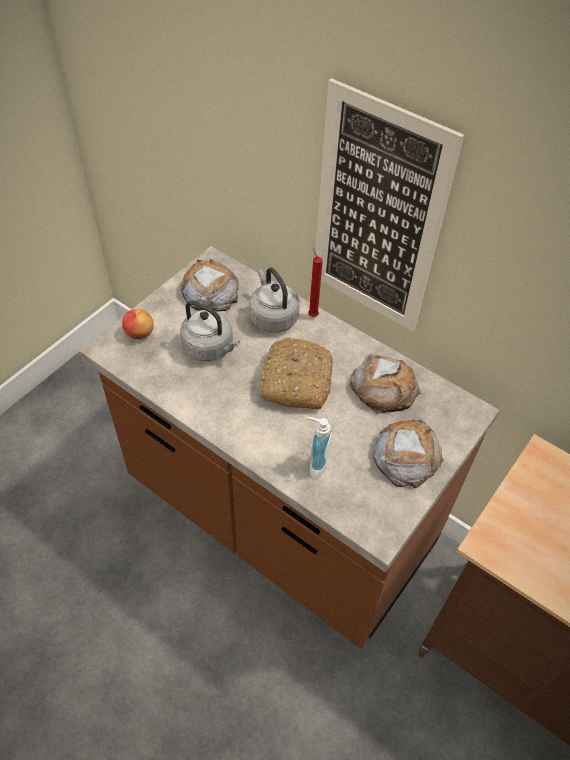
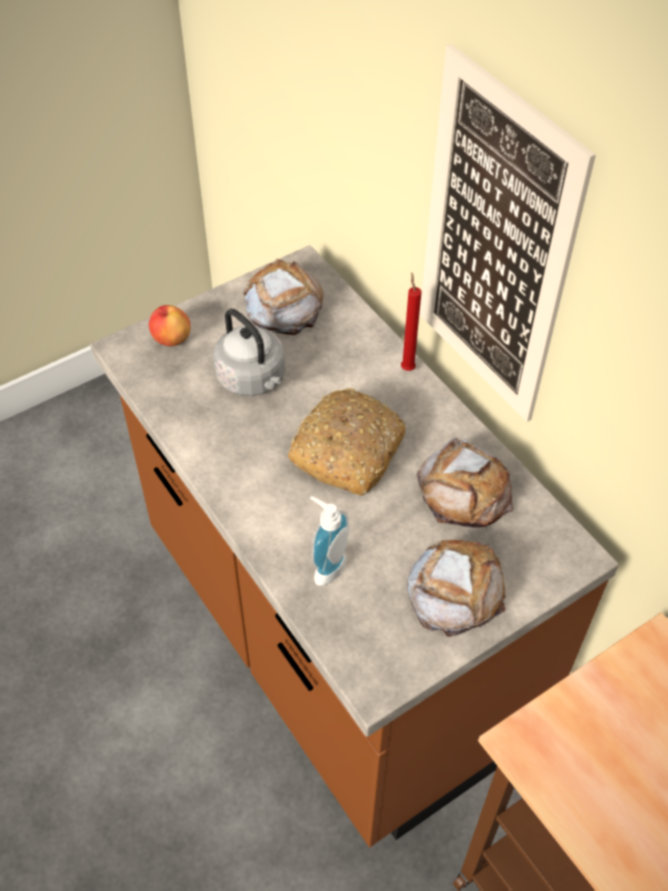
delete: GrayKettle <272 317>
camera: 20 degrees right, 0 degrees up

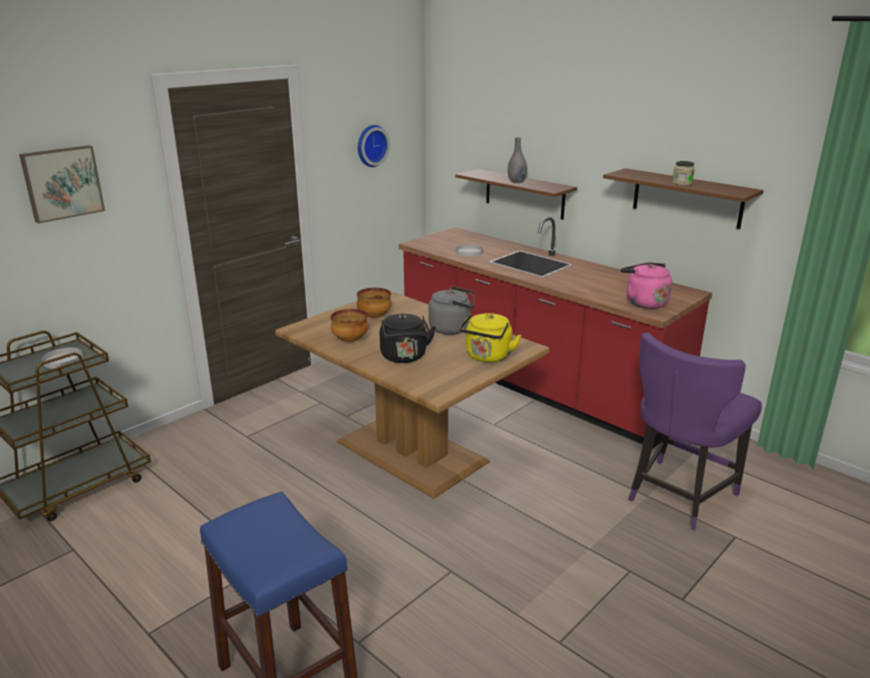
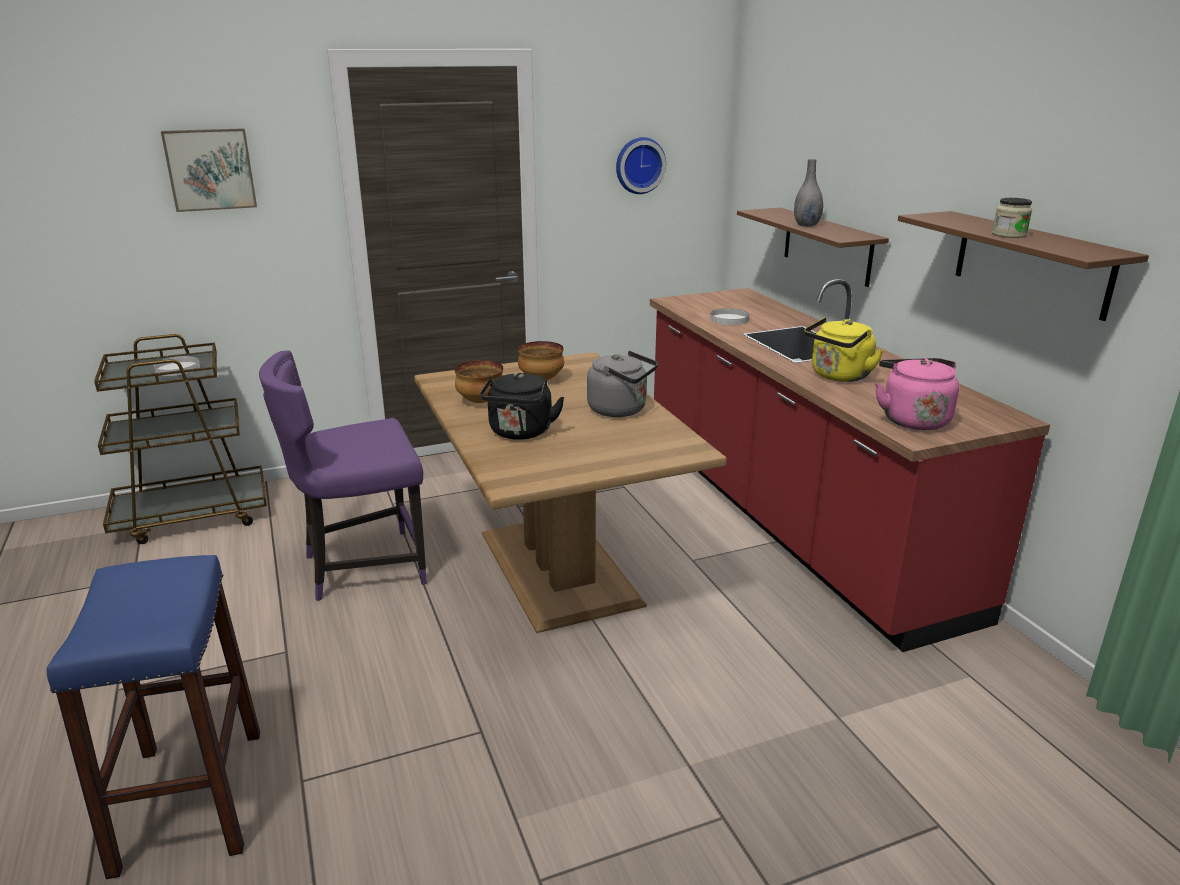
move: YellowishKettle <487 357> to <838 376>; PurplishChair <678 496> to <362 567>
camera: 25 degrees right, 0 degrees up

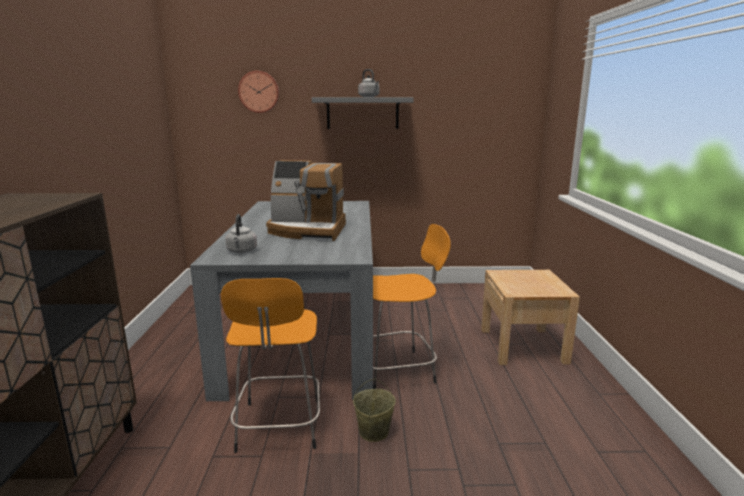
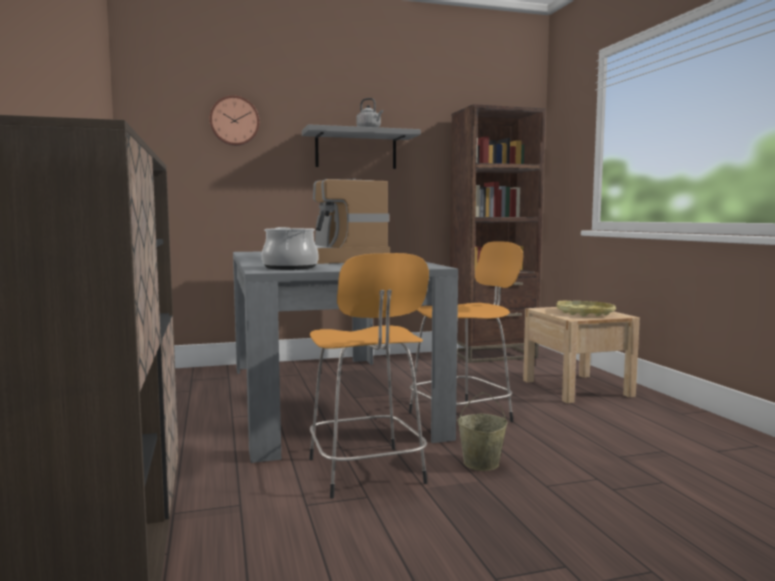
insert: BrownBookcase <492 354>; YellowishCarryingTray <585 313>
replace: GrayKettle <242 251> to Stockpot <290 267>
rotate: CoffeeBrewer <308 230> = <339 259> 75 degrees clockwise
camera: 15 degrees left, 10 degrees down

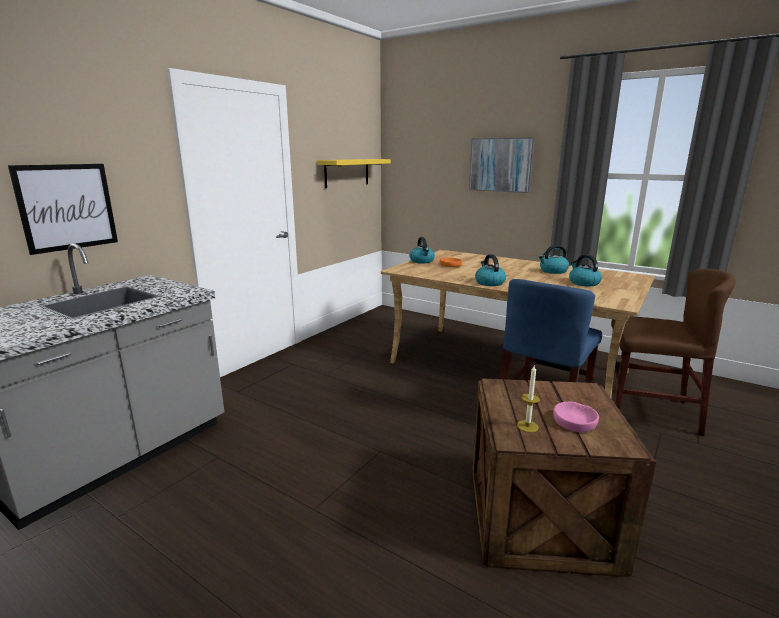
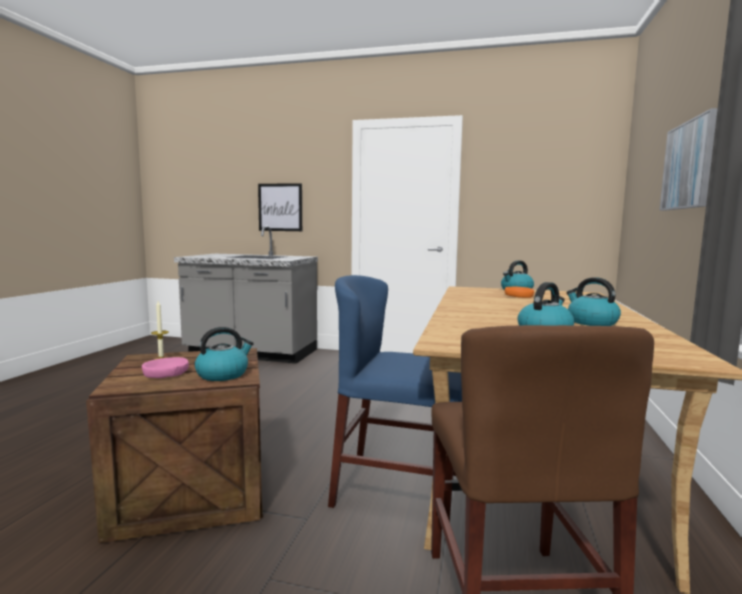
delete: YellowishBracketShelf <347 172>
move: Kettle <489 283> to <223 374>
camera: 70 degrees right, 10 degrees down

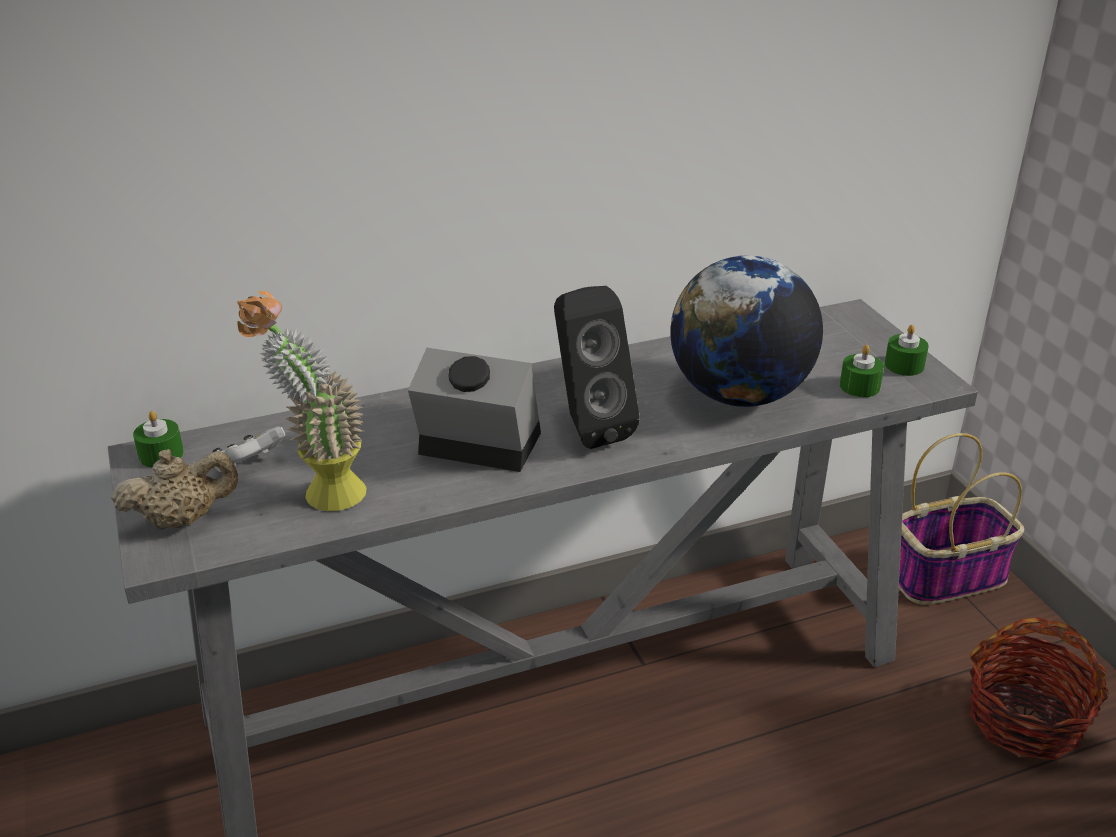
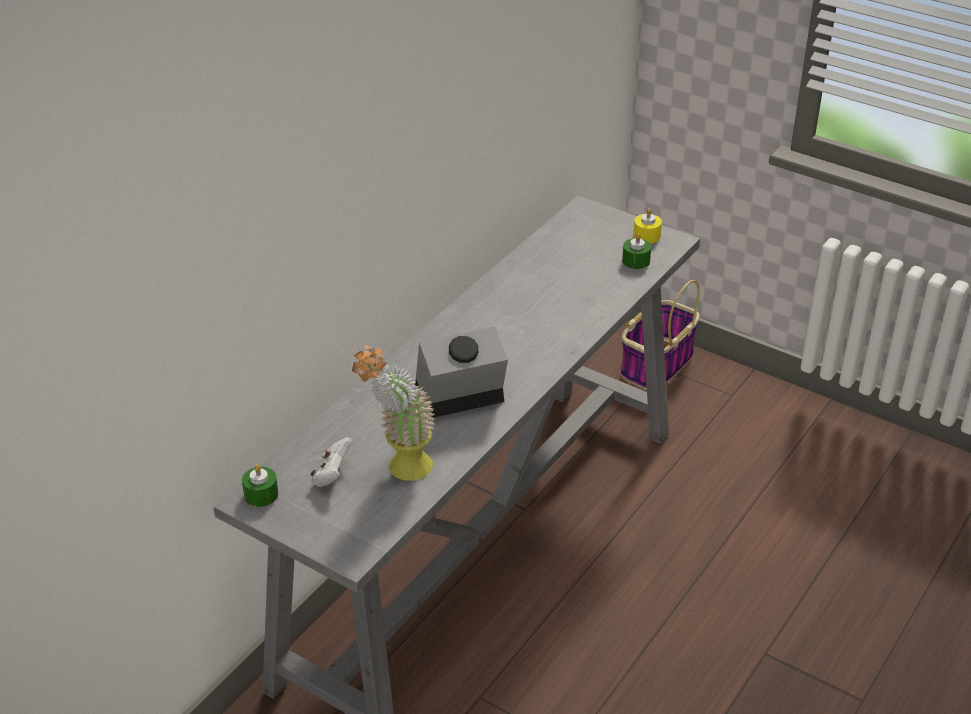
delete: DeskGlobe <739 395>; BlackishAudioSpeaker <587 427>; SandColouredTeapot <183 520>; StorageBasket <1024 720>
recolor: GreenishWaxLight <904 365> to YellowishWaxLight <646 236>
camera: 35 degrees left, 5 degrees up

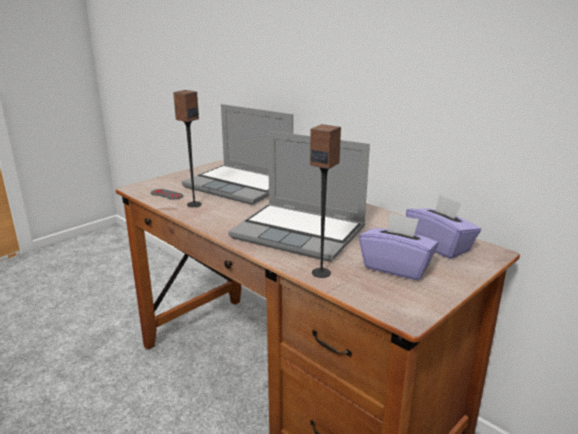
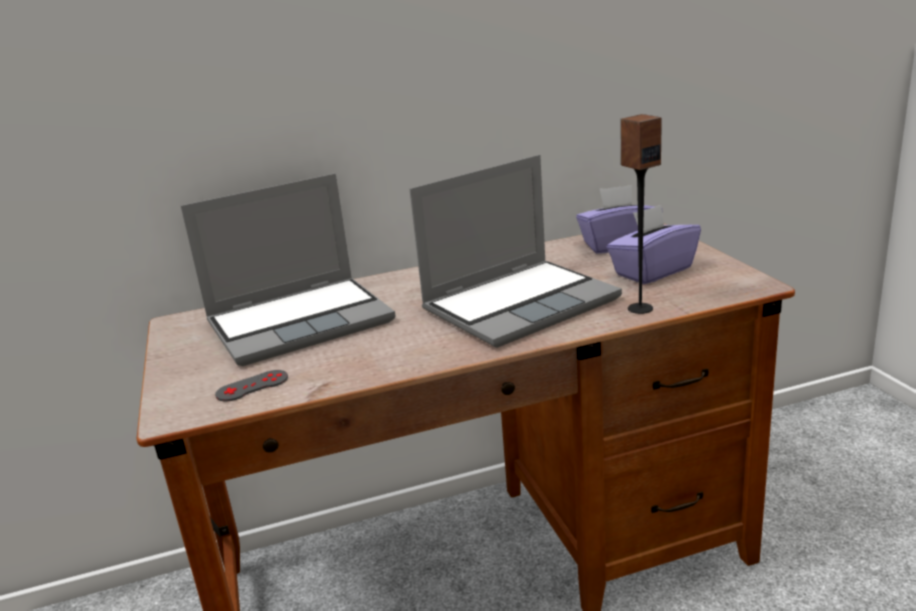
delete: AudioSpeaker <194 204>
camera: 60 degrees left, 0 degrees up

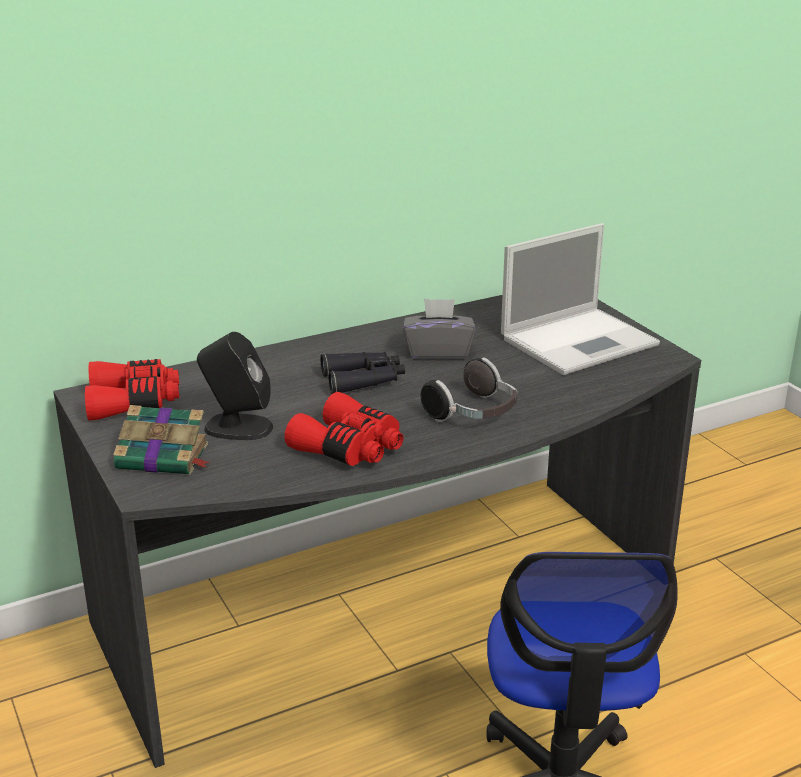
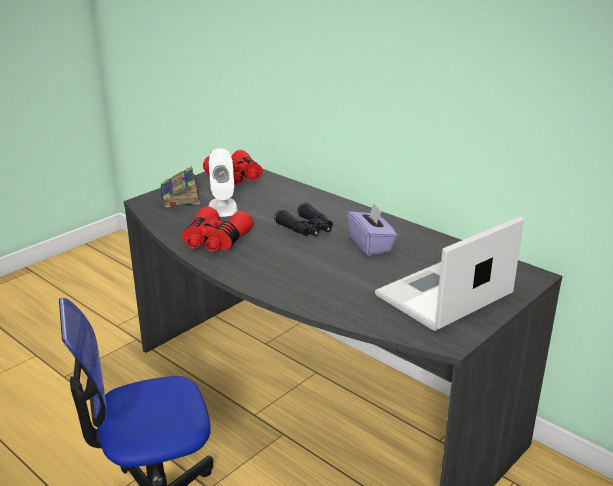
delete: Headphones <474 414>
recolor: GrayBoxOfTissues <438 351> to PurplishBoxOfTissues <370 245>; BlackishAudioSpeaker <237 427> to WhiteAudioSpeaker <222 207>
rotate: PortableComputer <581 341> = <442 296> 105 degrees clockwise
camera: 70 degrees right, 0 degrees up

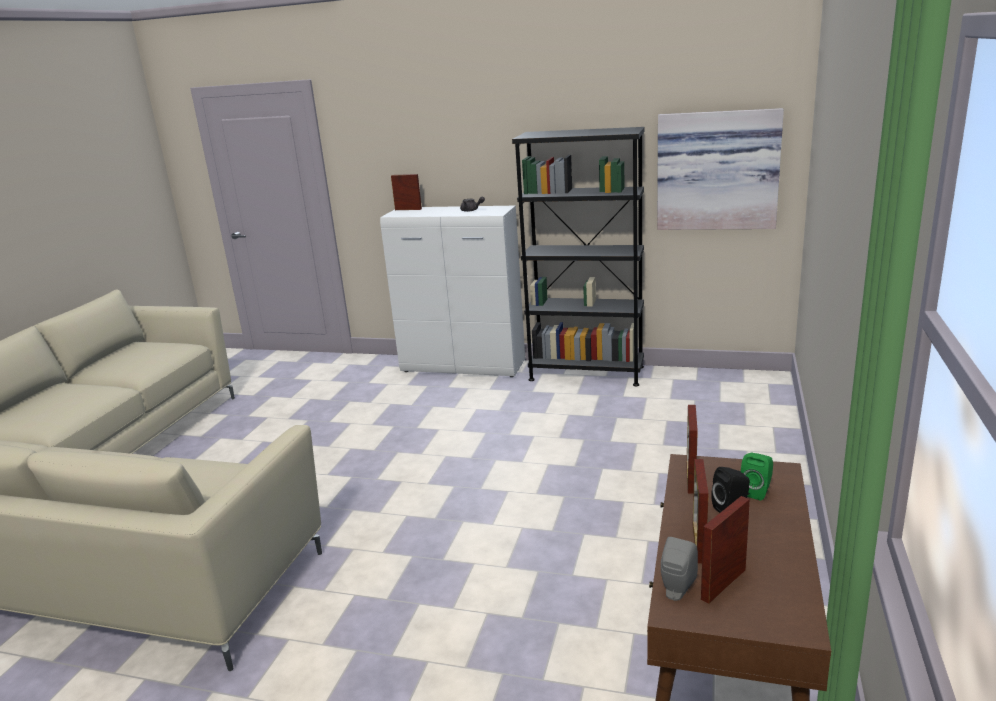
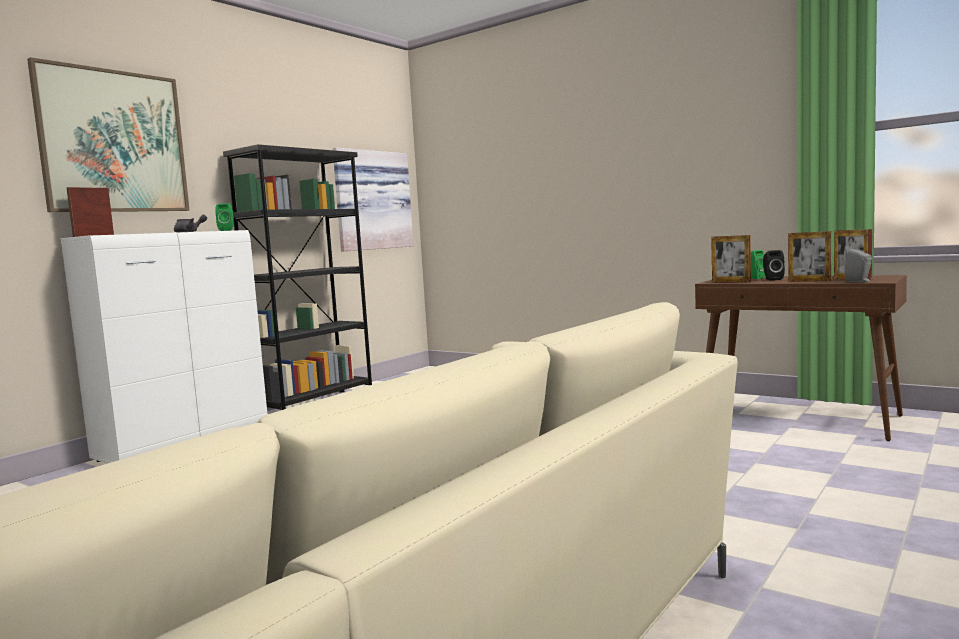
insert: WallArt <113 141>; GreenishAudioSpeaker <227 230>
camera: 70 degrees left, 15 degrees down

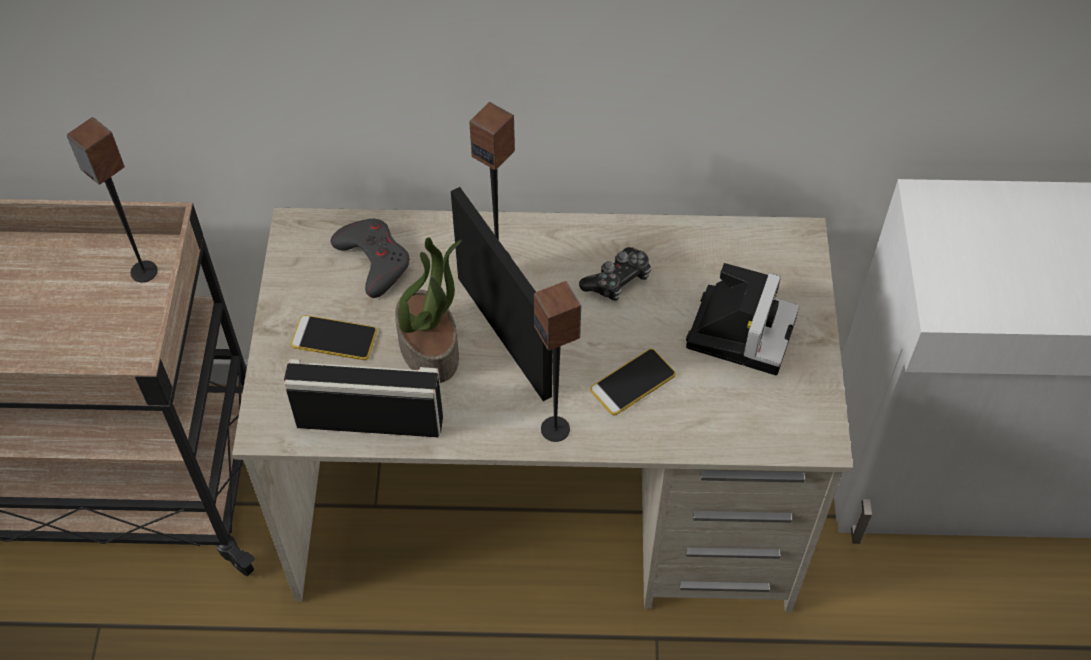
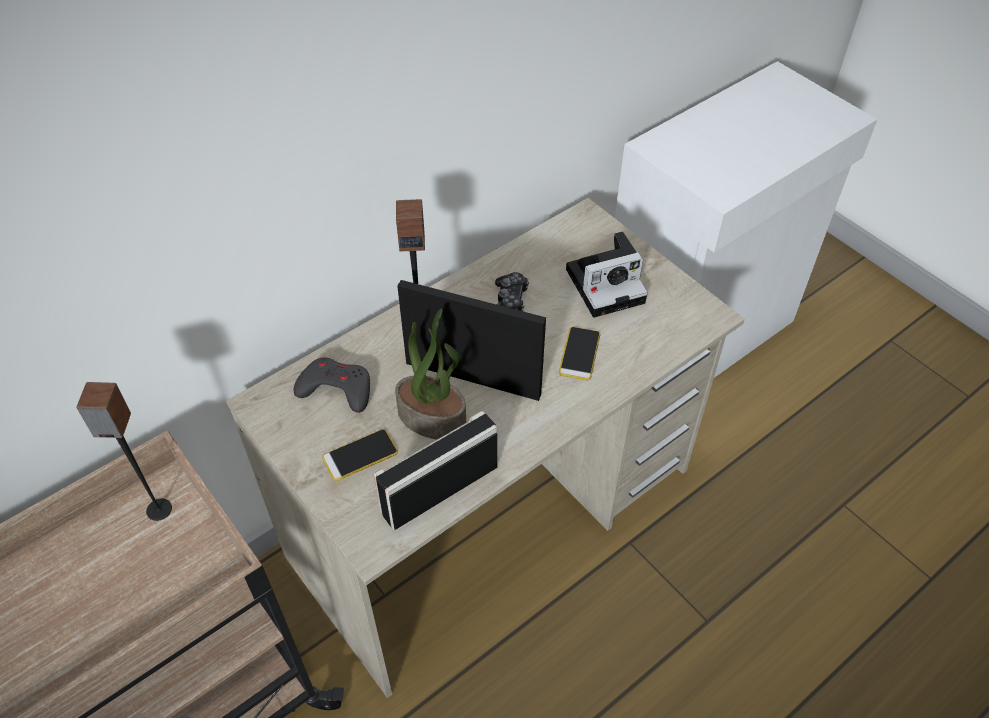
delete: AudioSpeaker <556 429>
rotate: PhotoCamera <741 328> = <607 284> 90 degrees clockwise
camera: 40 degrees left, 5 degrees down

